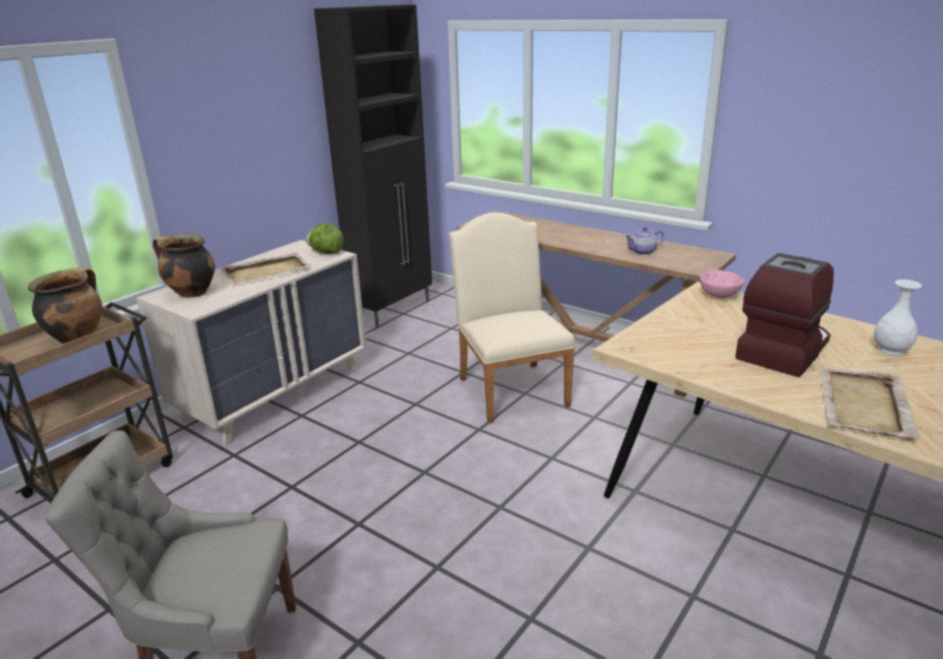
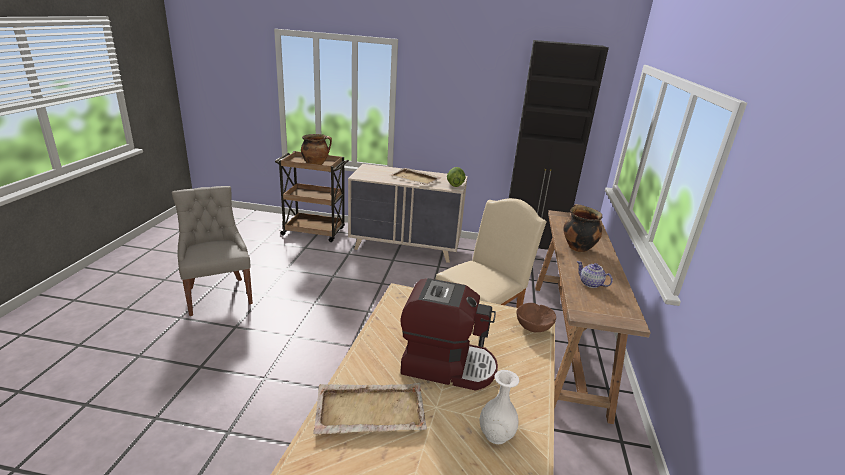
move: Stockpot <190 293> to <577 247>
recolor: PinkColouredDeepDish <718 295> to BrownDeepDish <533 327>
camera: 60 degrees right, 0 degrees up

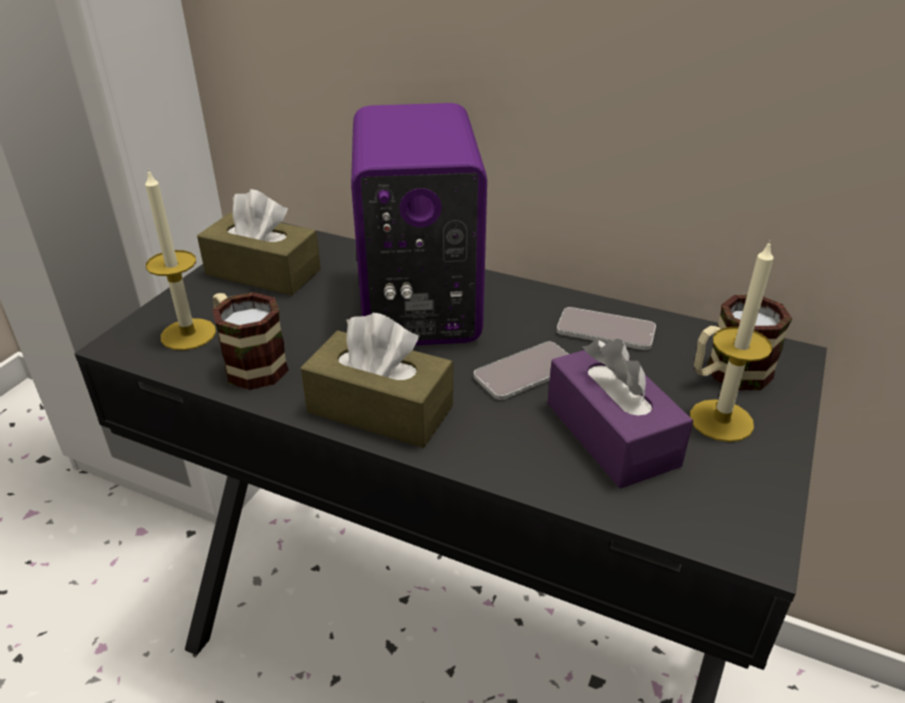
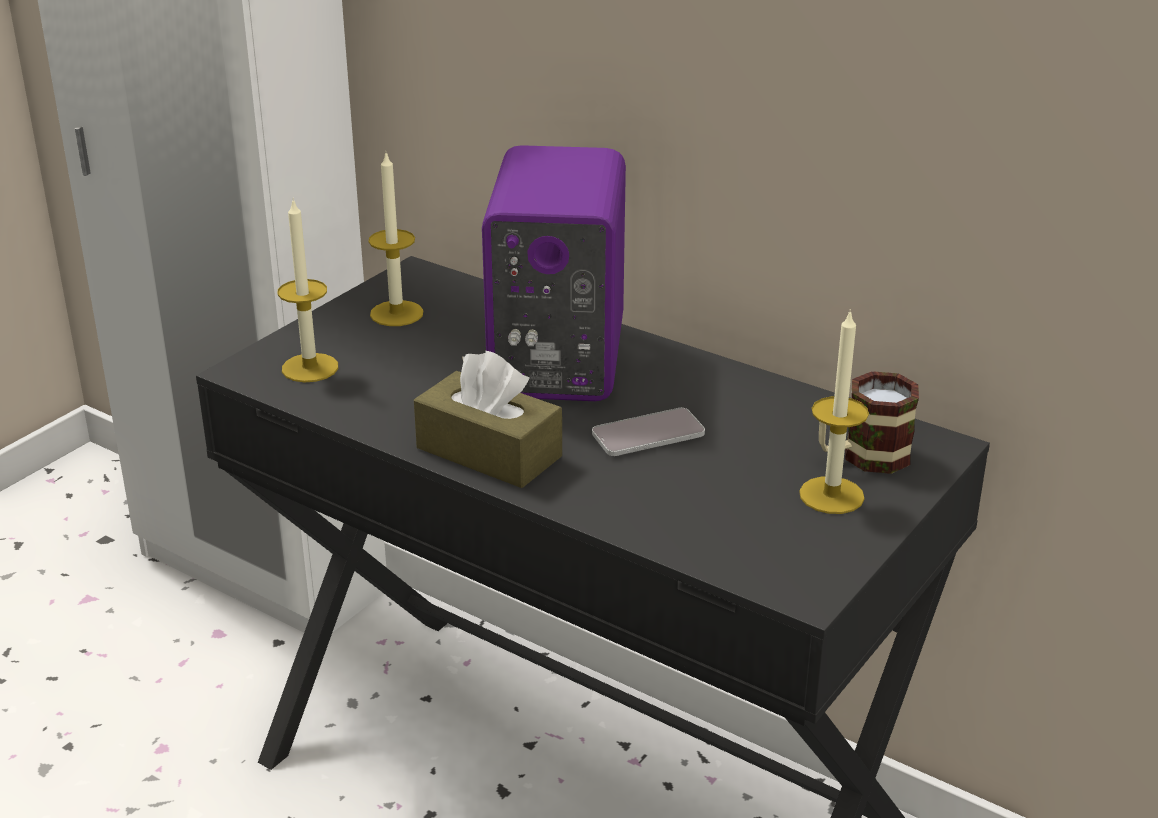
delete: Mug <249 363>; Telephone <605 330>; PurplishBoxOfTissues <611 434>
replace: BrownBoxOfTissues <263 272> to WaxLight <396 313>
camera: 10 degrees right, 5 degrees down

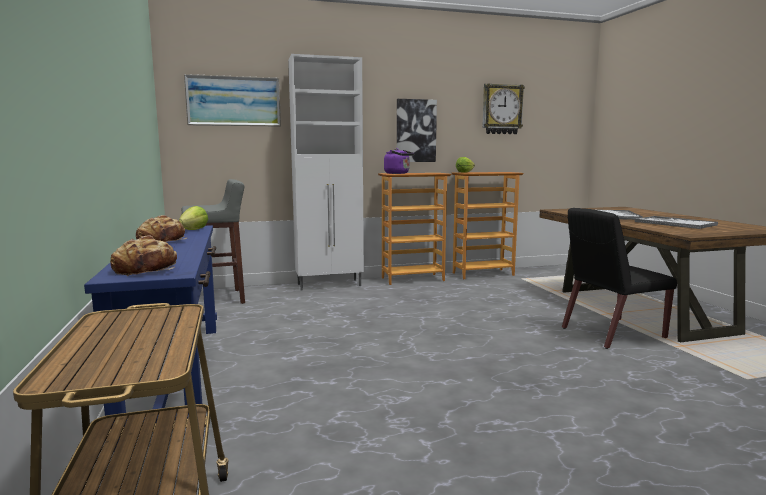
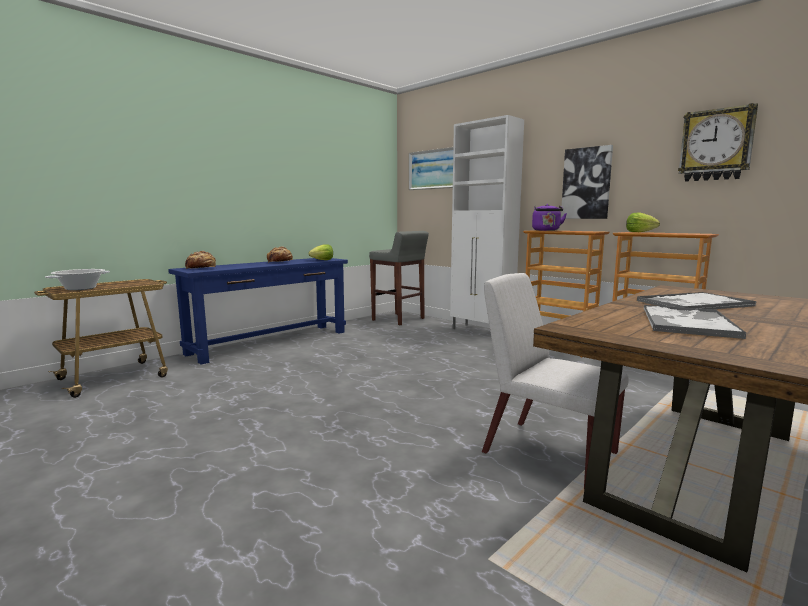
insert: Stockpot <81 288>
recolor: BlackishChair <611 333> to WhiteChair <547 452>
camera: 60 degrees right, 0 degrees up

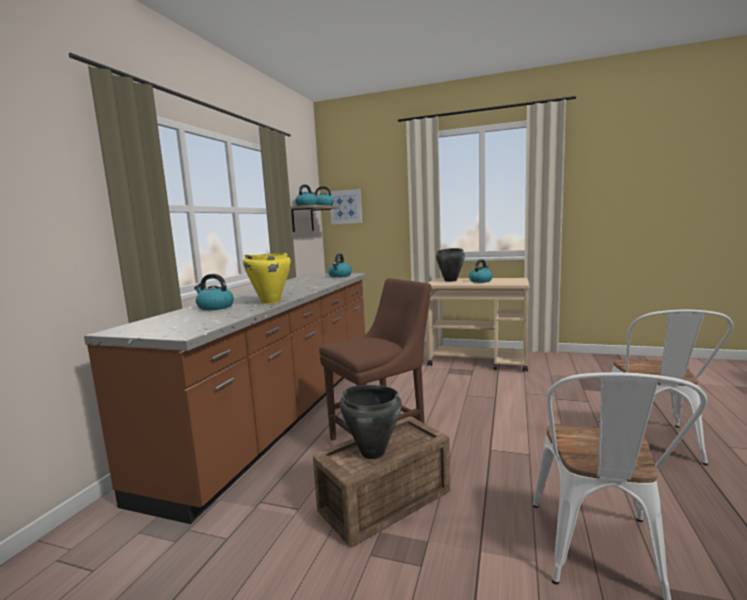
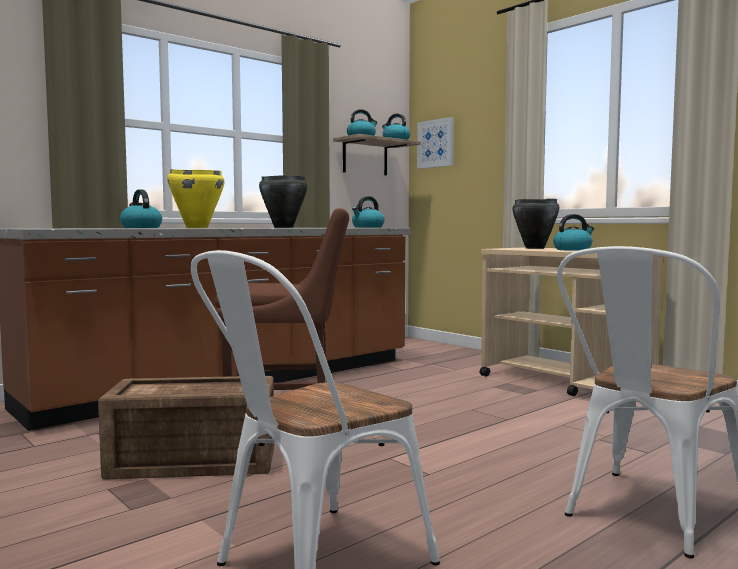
move: BlackishStockpot <372 452> to <283 227>
camera: 30 degrees right, 5 degrees down

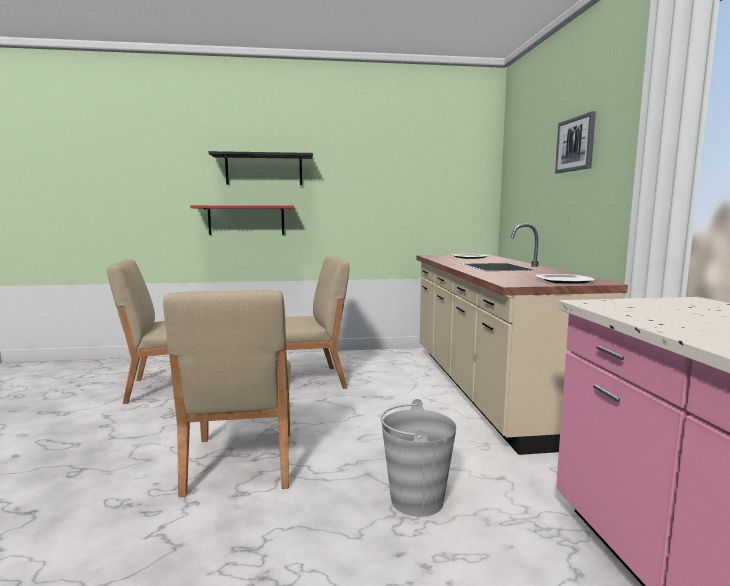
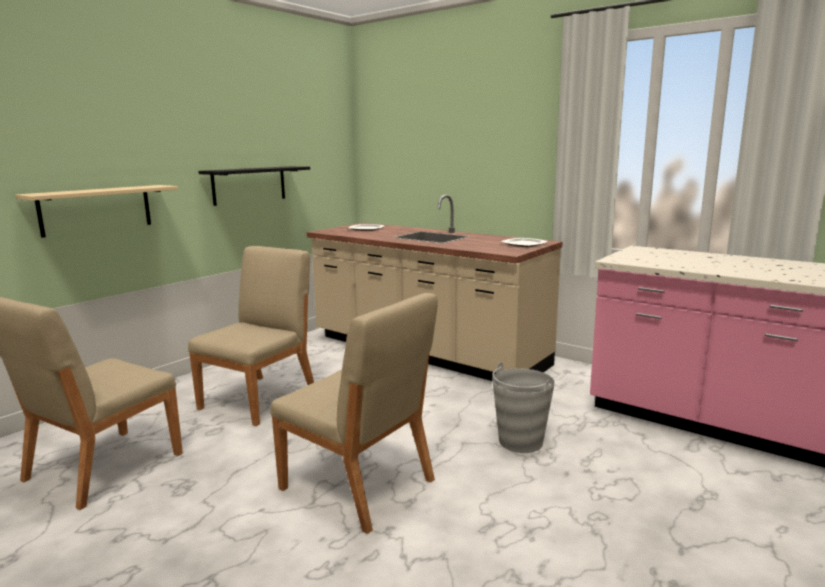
delete: WallArt <575 144>
move: BlackishBracketShelf <264 170> to <249 185>
recolor: RedBracketShelf <246 220> to SandColouredBracketShelf <96 210>
camera: 45 degrees left, 5 degrees up

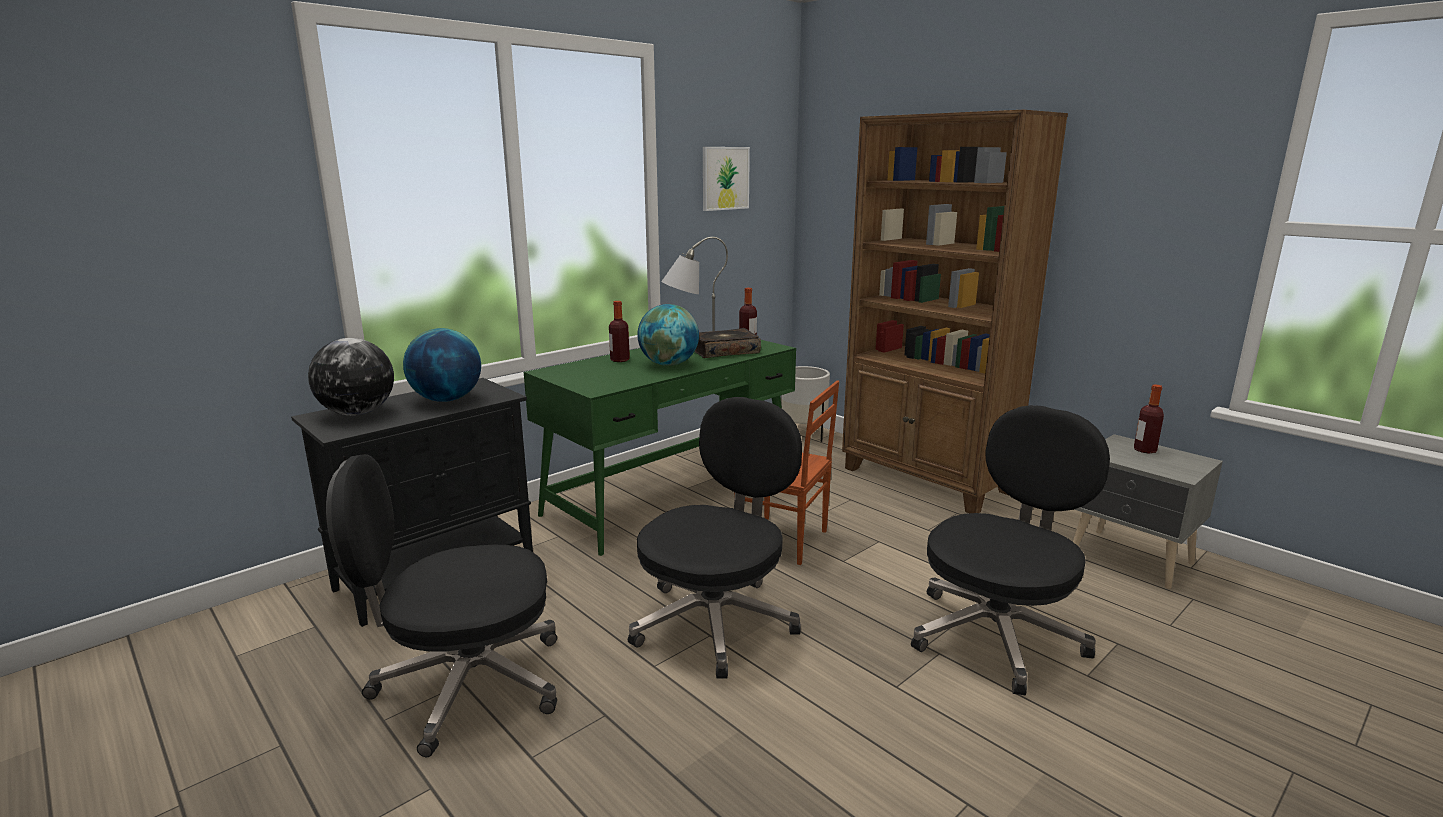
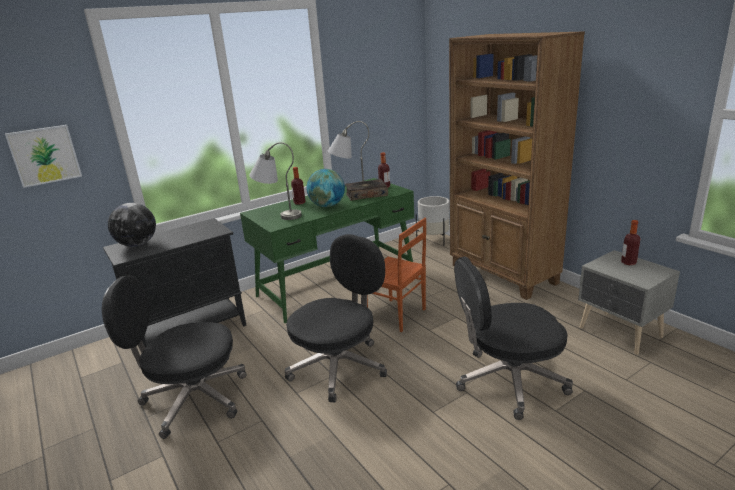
delete: DeskGlobe <446 400>
insert: GrayTableLamp <278 215>
move: WallArt <725 178> to <45 155>
rotate: BlackishOfficeChair <997 634> = <508 381> 150 degrees counterclockwise
camera: 10 degrees right, 5 degrees up

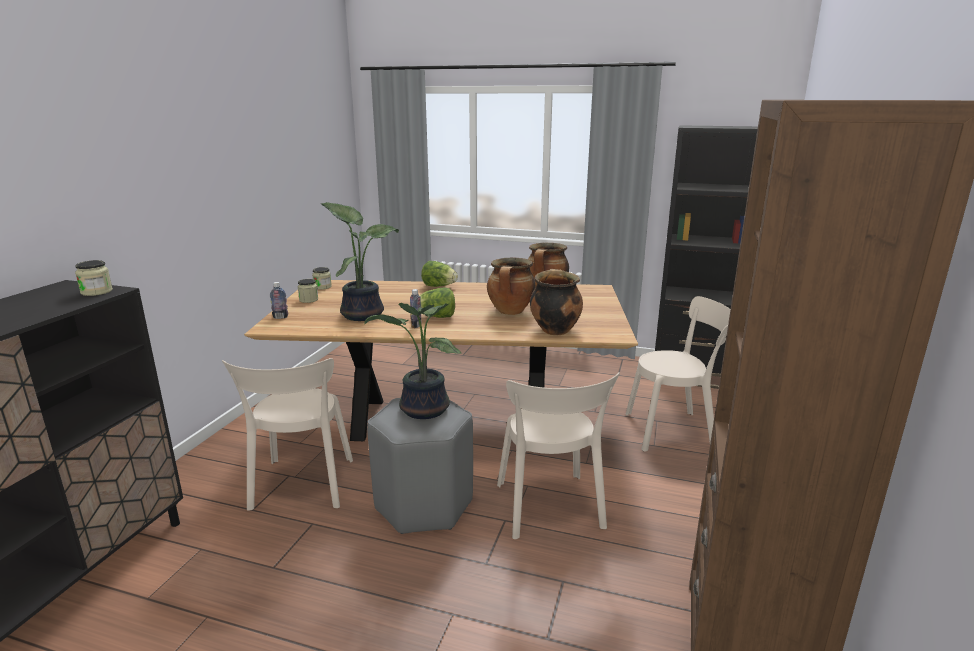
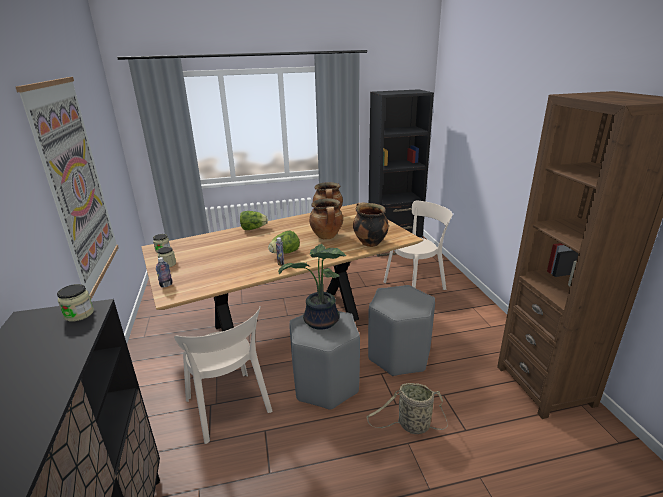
delete: Houseplant <362 314>
insert: WallArt <77 186>; StorageBasket <411 426>
replace: SandColouredChair <550 509> to GraySittingStool <398 356>
camera: 30 degrees left, 5 degrees up

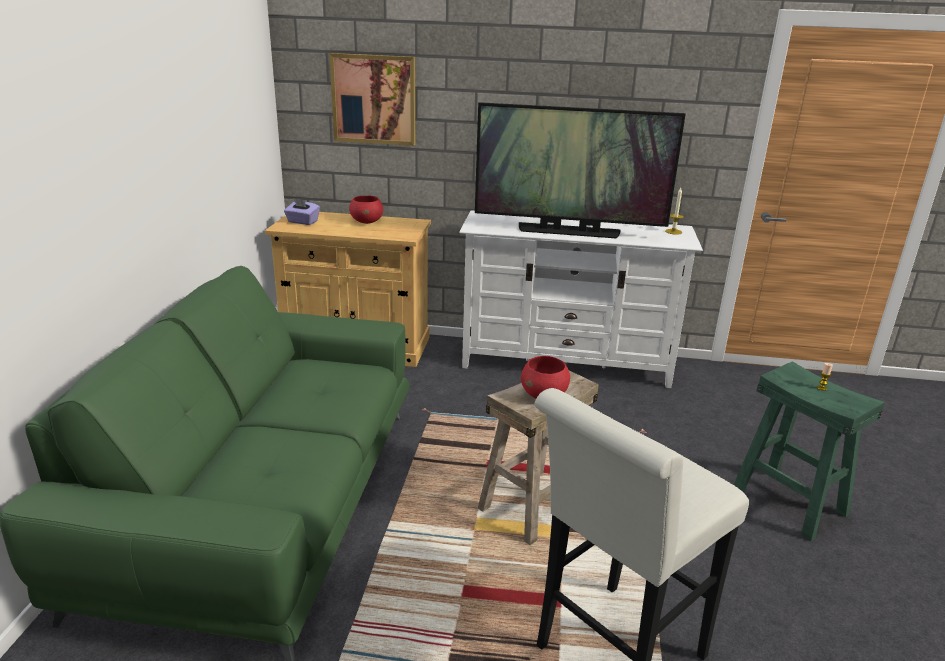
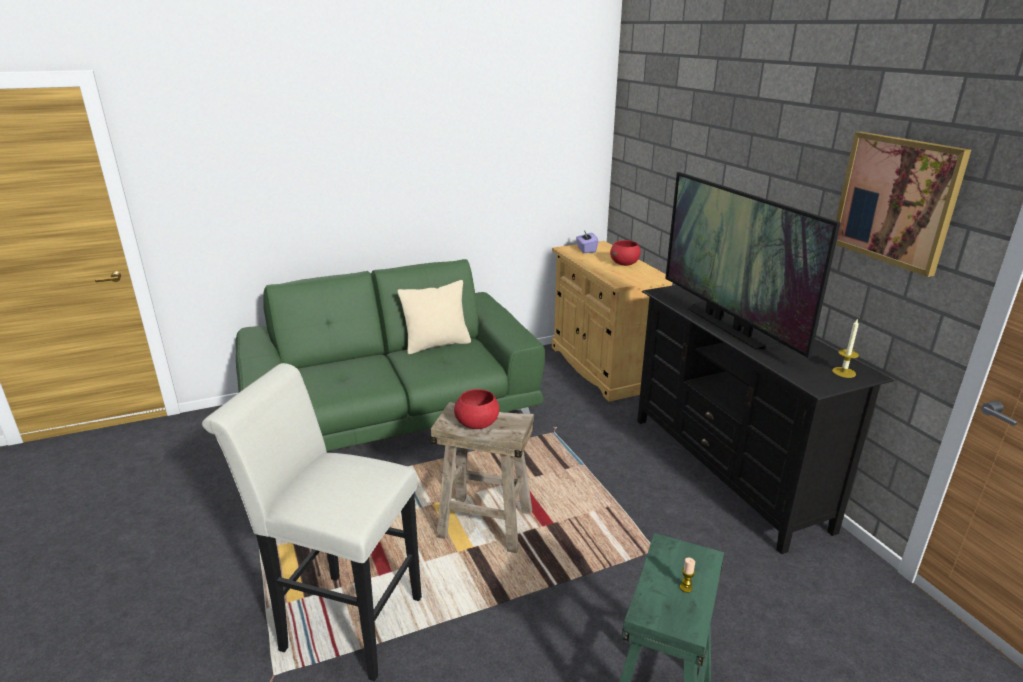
insert: SandColouredThrowPillow <437 344>
move: WallArt <374 99> to <896 201>
recolor: WhiteMediaConsole <566 363> to BlackishMediaConsole <726 470>
camera: 60 degrees right, 0 degrees up

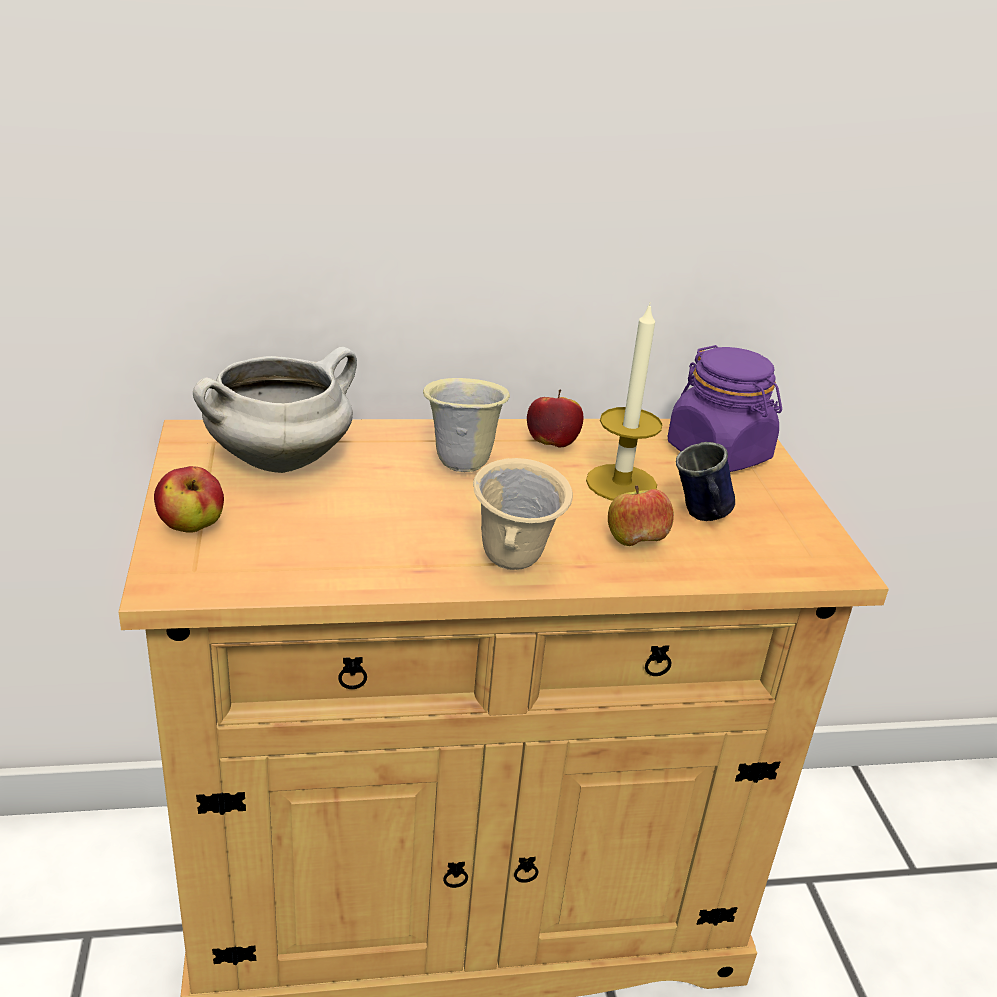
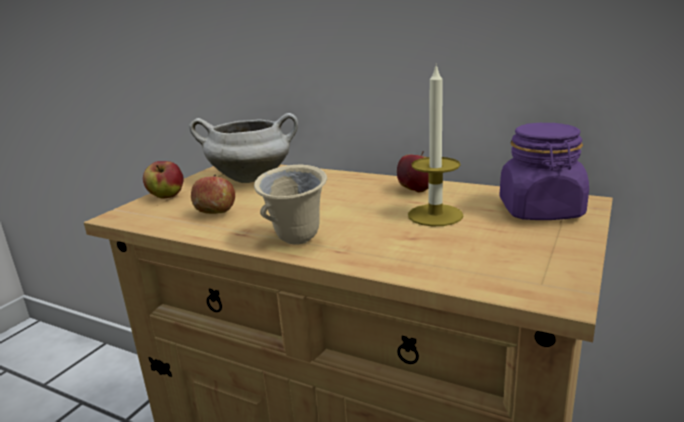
delete: SandColouredMug <461 462>; BluishMug <701 517>
move: AppleFruit <635 542> to <216 214>
camera: 40 degrees right, 10 degrees down

